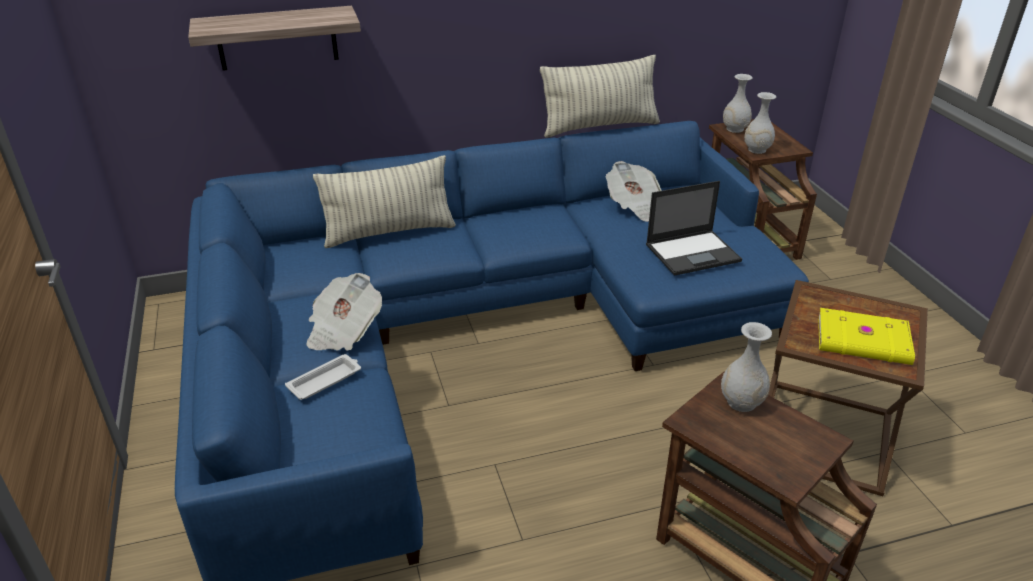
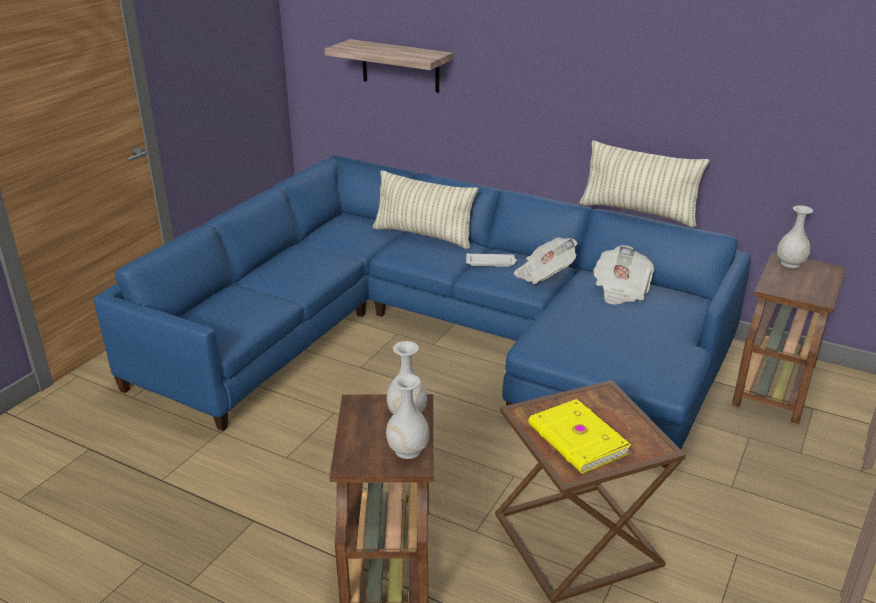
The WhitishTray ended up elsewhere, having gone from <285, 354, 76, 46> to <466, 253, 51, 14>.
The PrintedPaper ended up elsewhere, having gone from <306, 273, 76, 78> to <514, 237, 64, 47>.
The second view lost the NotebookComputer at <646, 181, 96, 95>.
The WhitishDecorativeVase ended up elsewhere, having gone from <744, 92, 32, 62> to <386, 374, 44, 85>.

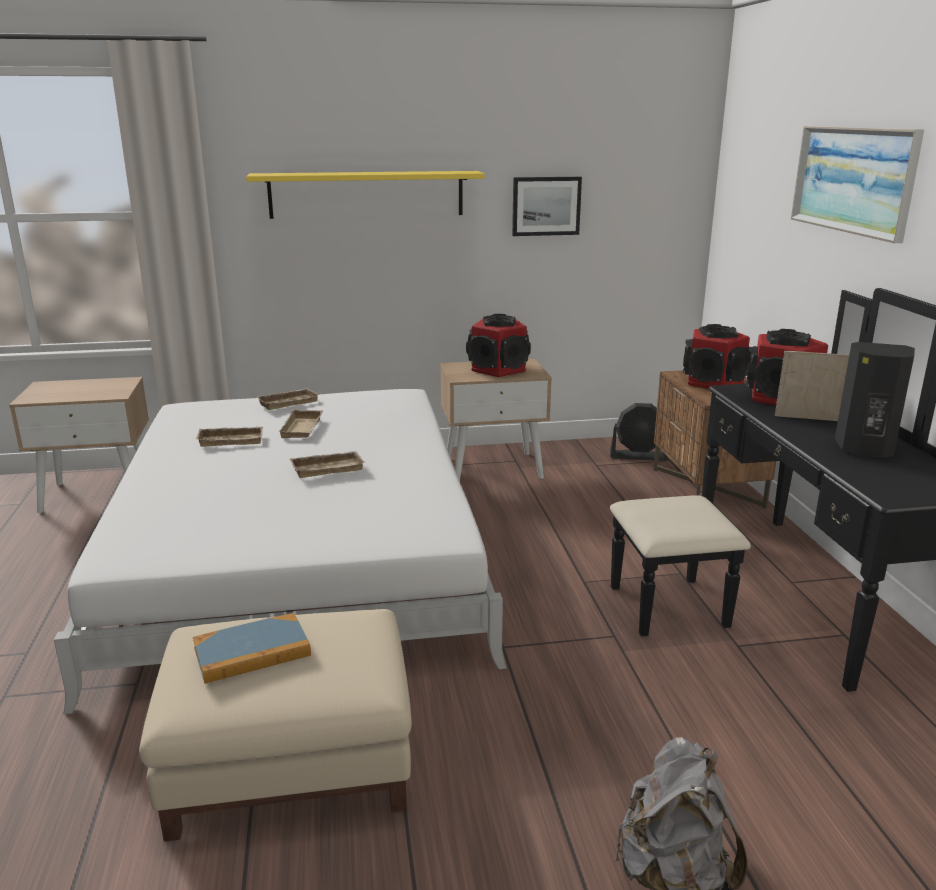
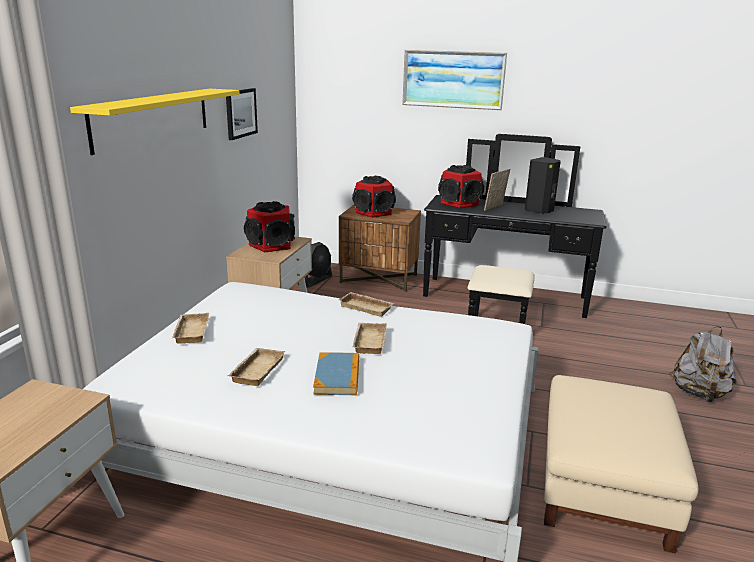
The Book ended up elsewhere, having gone from <193, 613, 118, 71> to <313, 352, 46, 43>.
The SandColouredTray ended up elsewhere, having gone from <278, 409, 45, 29> to <338, 292, 57, 25>.

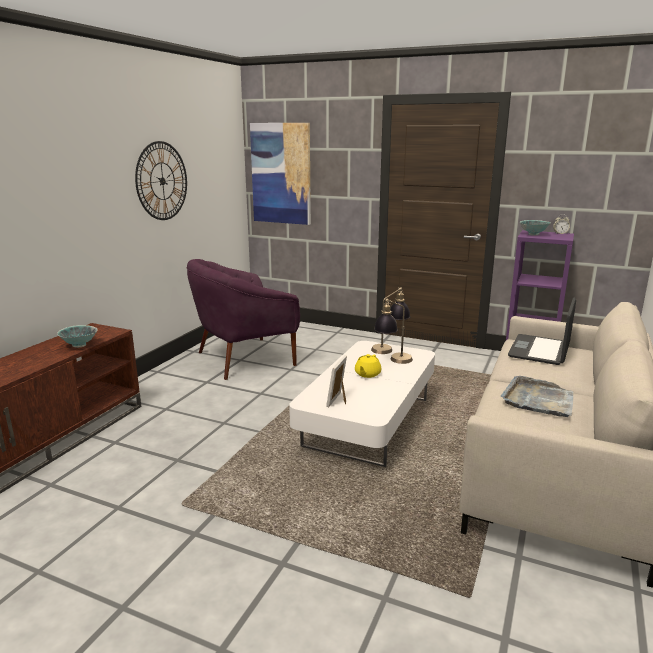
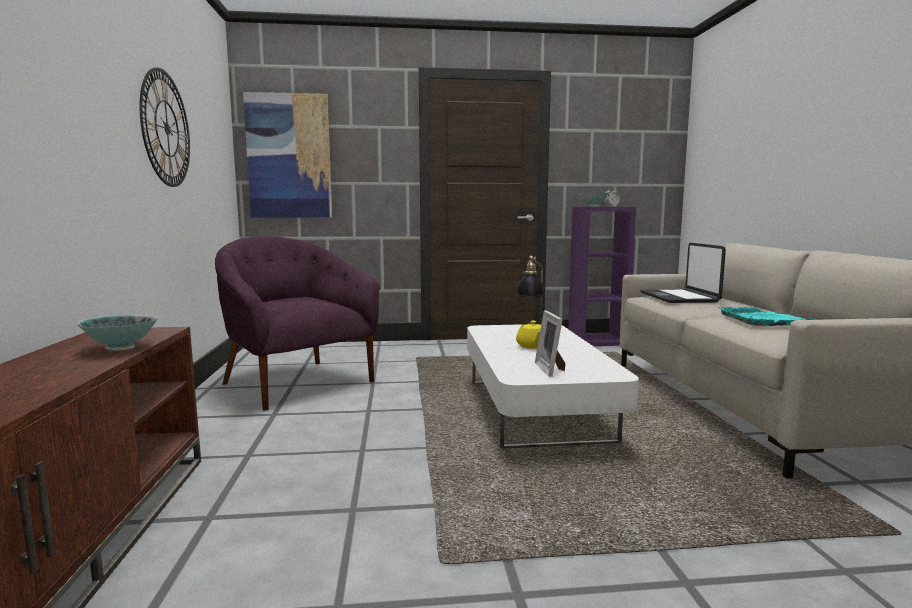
The PurpleColouredEasyChair at <187, 259, 113, 121> ended up facing another way, 105 degrees clockwise from before.
The second view lost the TableLamp at <371, 287, 39, 67>.
What was the GreyishTray at <501, 376, 72, 41> turned into the BlueGreenTray at <718, 307, 108, 19>.

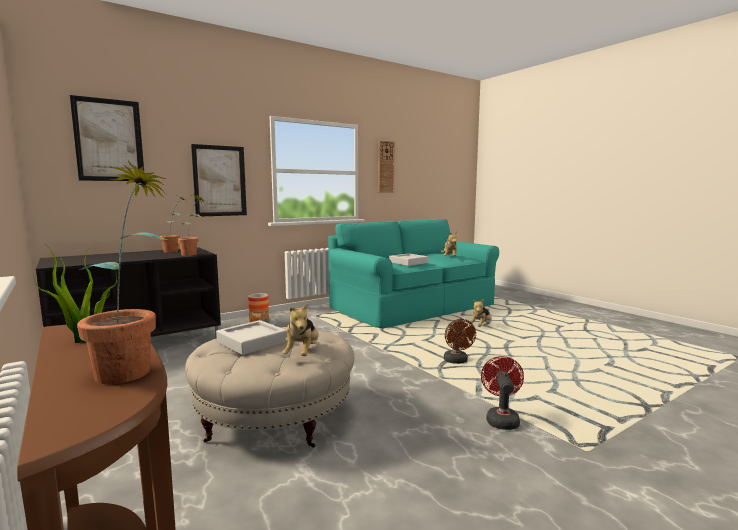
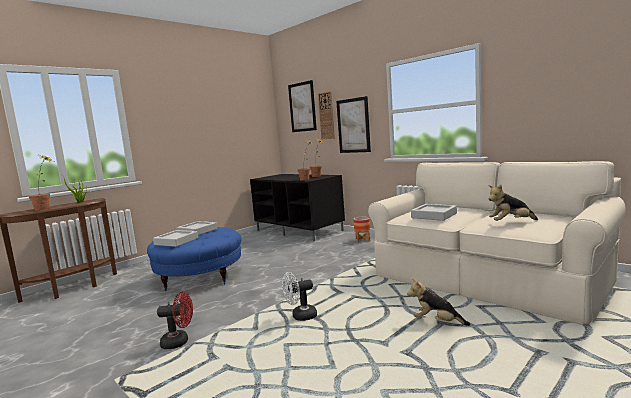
What was the SandColouredPouffe at <185, 327, 169, 121> turned into the BlueColouredPouffe at <147, 227, 95, 64>.
Where the SoftToy stood at <282, 303, 37, 53>, the GreyishTray came to stand at <153, 230, 45, 17>.
What was the BlueGreenSettee at <328, 219, 171, 110> turned into the SandColouredSettee at <368, 161, 258, 164>.
The HangingClock ended up elsewhere, having gone from <379, 141, 16, 51> to <318, 91, 17, 48>.
What was the BrownColouredCoolingFan at <444, 319, 32, 45> turned into the WhitishCoolingFan at <282, 272, 35, 49>.

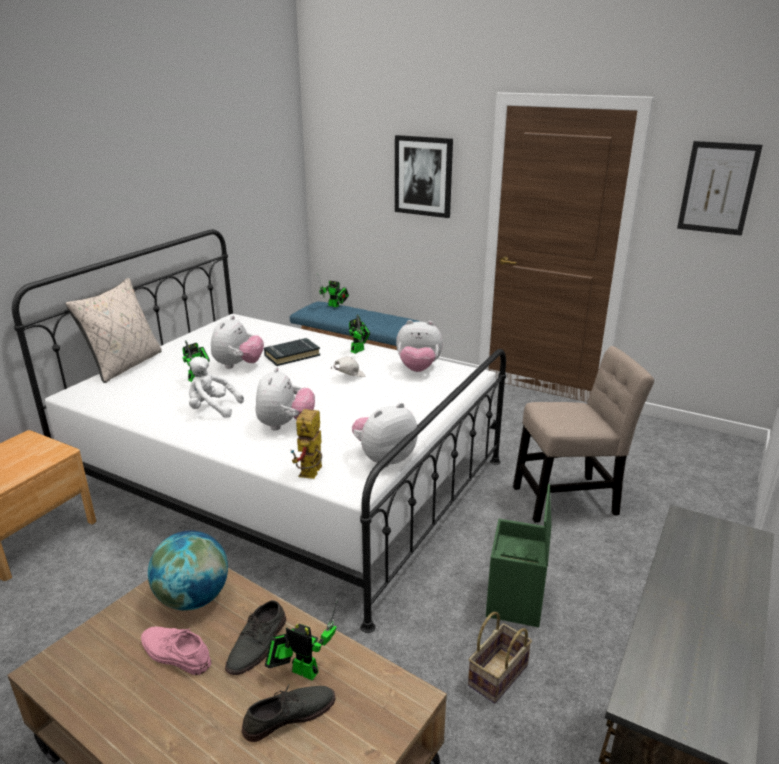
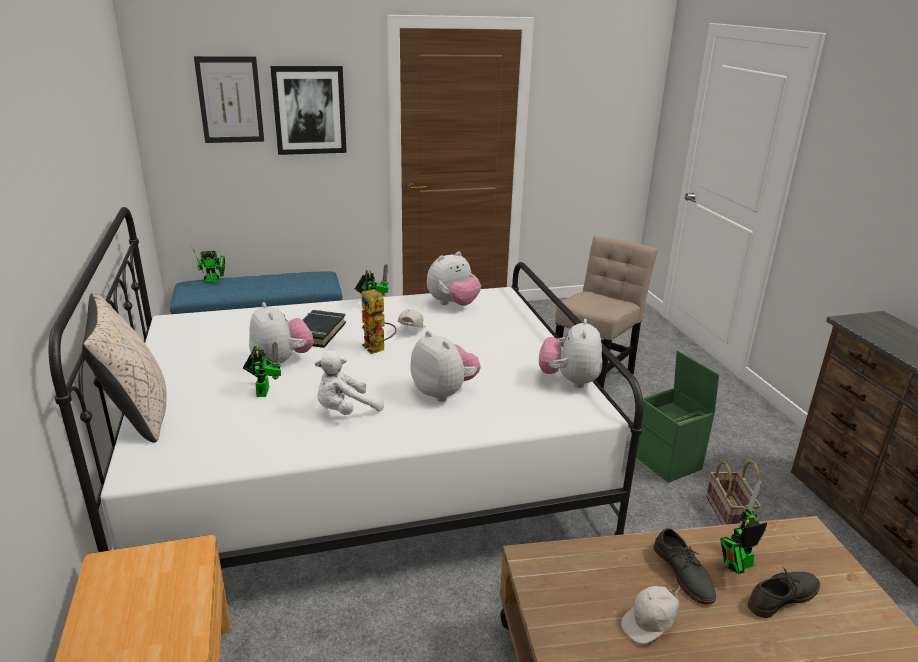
Where the PinkColouredLowShoe stood at <141, 626, 70, 49>, the WhitishPeakedCap came to stand at <621, 585, 59, 59>.
The second view lost the Globe at <148, 530, 80, 81>.
The GreyishLowShoe at <242, 685, 93, 57> ended up facing another way, 45 degrees clockwise from before.
The RobotFigure ended up elsewhere, having gone from <291, 409, 31, 70> to <361, 289, 36, 65>.
The WallPicture ended up elsewhere, having gone from <677, 141, 86, 95> to <194, 56, 70, 87>.

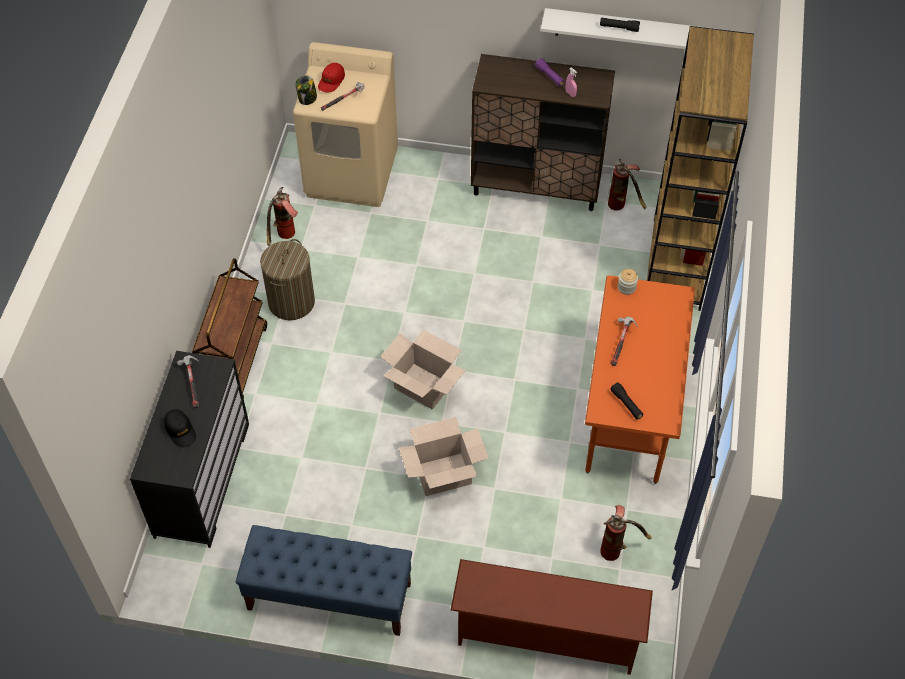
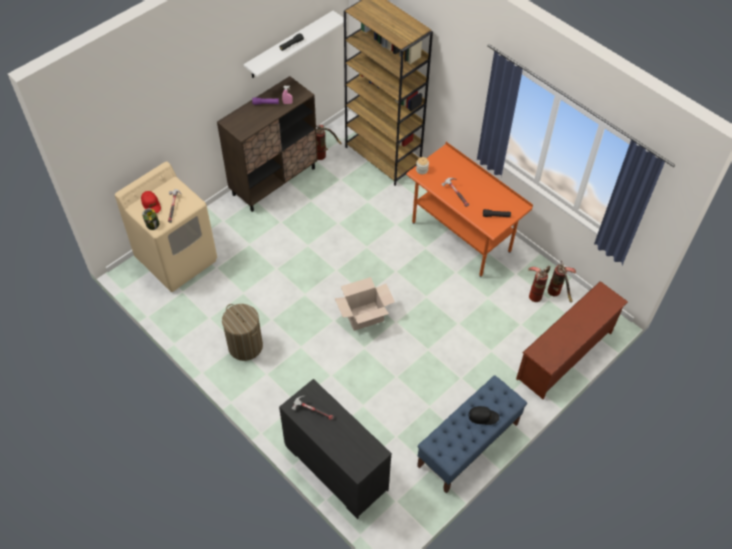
The BlackPeakedCap ended up elsewhere, having gone from <164, 409, 32, 38> to <468, 406, 31, 19>.
The second view lost the BrownColouredWheeledCart at <192, 258, 75, 141>.
The Extinguisher ended up elsewhere, having gone from <267, 187, 31, 59> to <548, 261, 28, 42>.
The second view lost the PackingBox at <398, 417, 91, 79>.

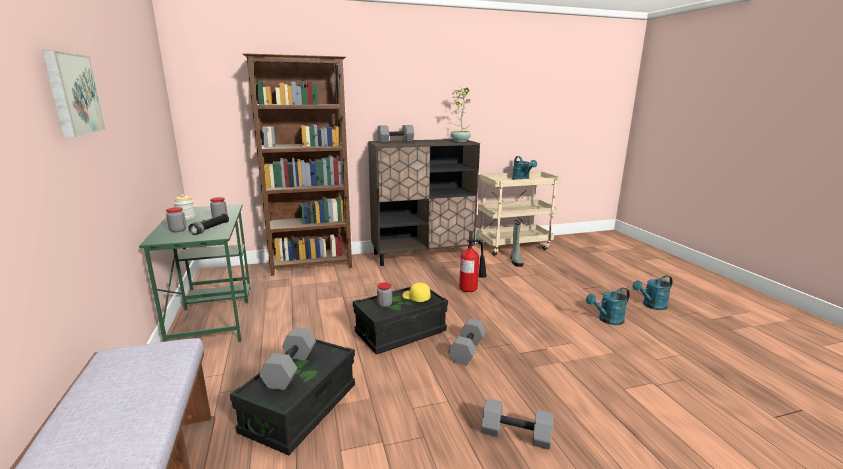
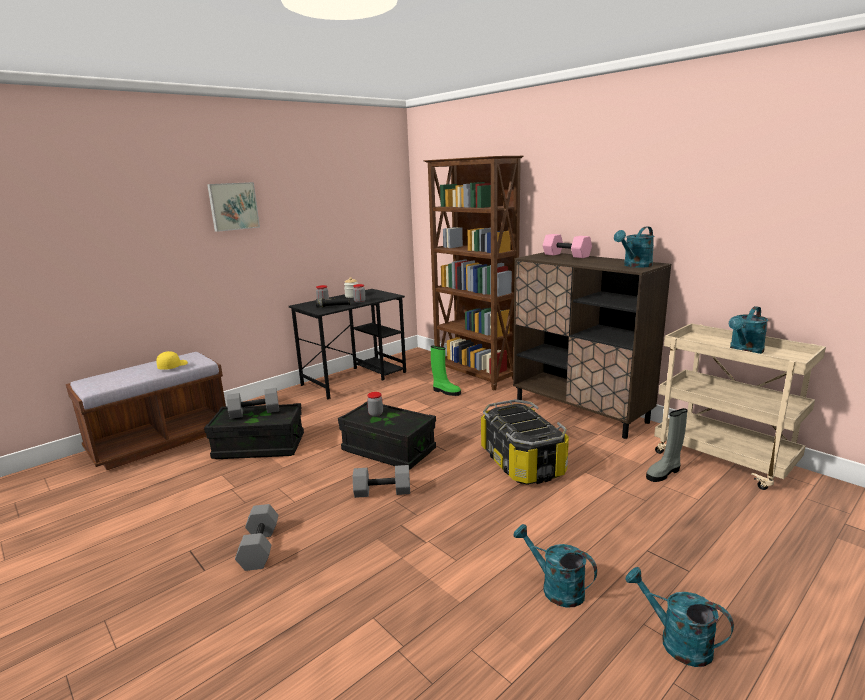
What was the GreenColouredDesk at <139, 204, 111, 138> turned into the BlackDesk at <289, 289, 117, 110>.
What was the GreyishFreeWeight at <377, 125, 37, 17> turned into the PinkColouredFreeWeight at <543, 234, 49, 24>.
The YellowColouredPeakedCap ended up elsewhere, having gone from <403, 283, 27, 19> to <156, 351, 32, 19>.
Where the PlantInAPot stood at <450, 88, 21, 54>, the BlueGreenSprinklingCan came to stand at <614, 226, 40, 42>.
Where the Extinguisher stood at <459, 231, 28, 61>, the StorageBin came to stand at <481, 399, 88, 86>.
The second view gained the GreenColouredBoot at <431, 346, 30, 50>.

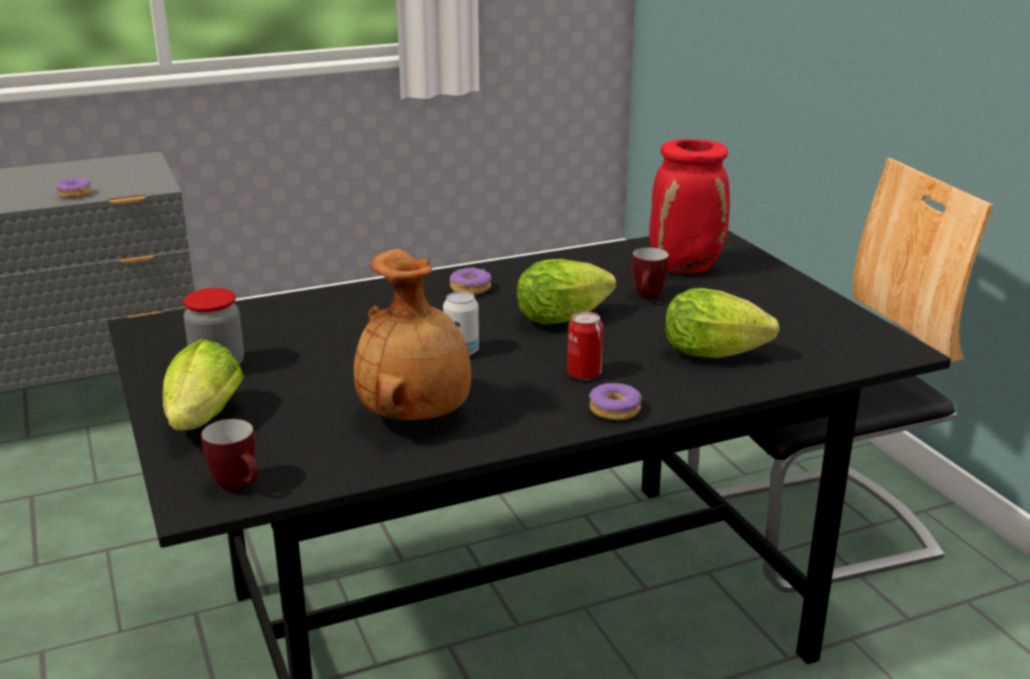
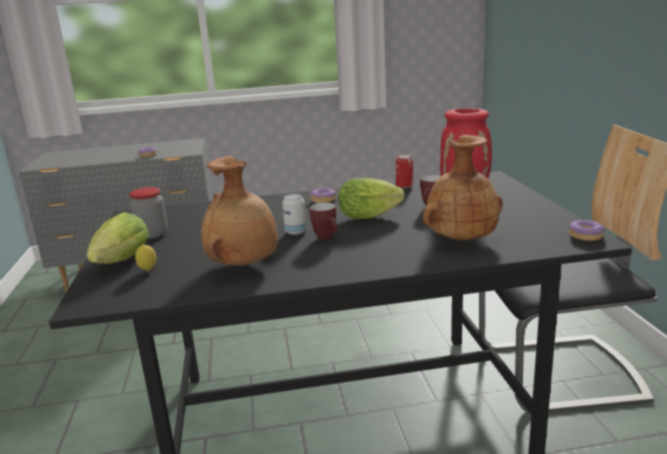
The Mug ended up elsewhere, having gone from <201, 419, 58, 73> to <309, 202, 28, 38>.
The Can ended up elsewhere, having gone from <567, 312, 36, 68> to <396, 154, 17, 34>.
The RingDoughnut ended up elsewhere, having gone from <589, 383, 53, 37> to <569, 220, 36, 21>.
Where the HeadOfLettuce stood at <665, 288, 114, 70>, the BrownColouredDecorativeVase came to stand at <423, 135, 80, 106>.
The second view gained the Lemon at <135, 244, 21, 27>.

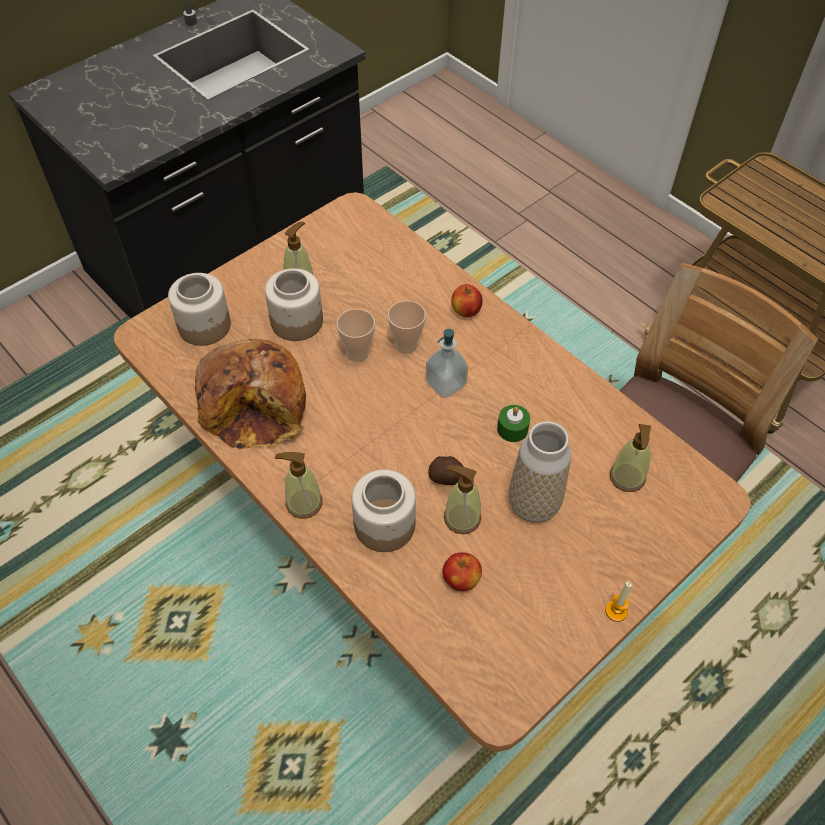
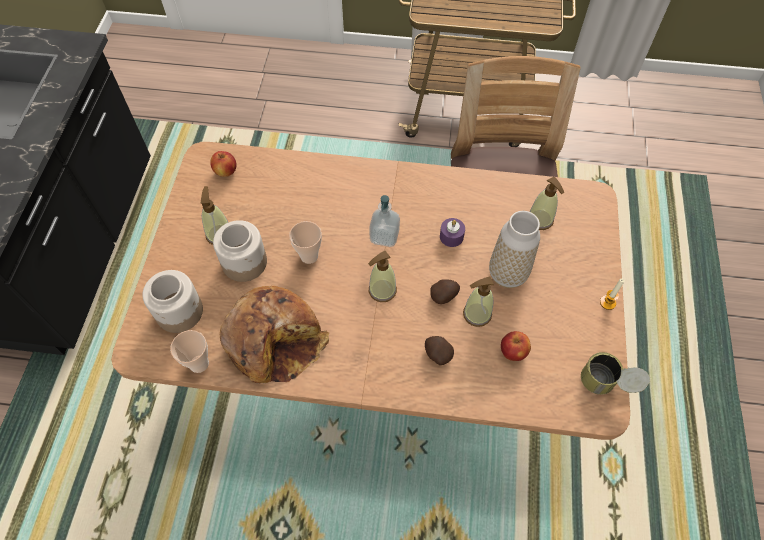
The SoapBottle ended up elsewhere, having gone from <275, 452, 47, 67> to <368, 251, 29, 51>.
Where the PreserveJar stood at <352, 470, 64, 82>, the Potato came to stand at <425, 336, 29, 29>.
The Cup ended up elsewhere, having gone from <388, 301, 38, 53> to <170, 330, 39, 43>.
The WholeApple ended up elsewhere, having gone from <451, 284, 32, 33> to <210, 151, 27, 26>.
What was the GreenColouredCandle at <497, 405, 33, 37> turned into the PurpleColouredCandle at <440, 218, 25, 29>.
The second view gained the Can at <581, 352, 69, 43>.

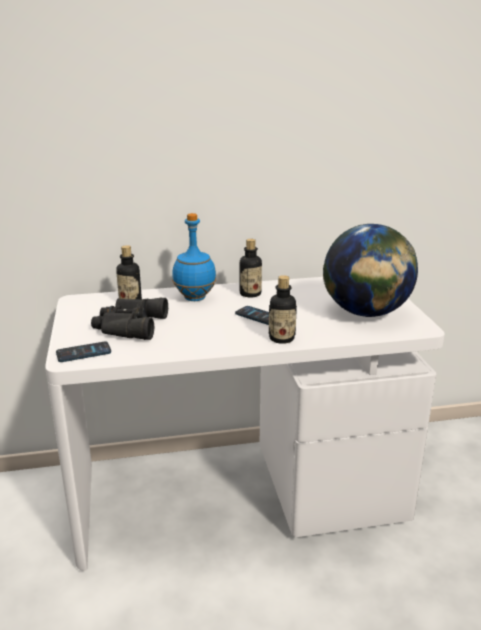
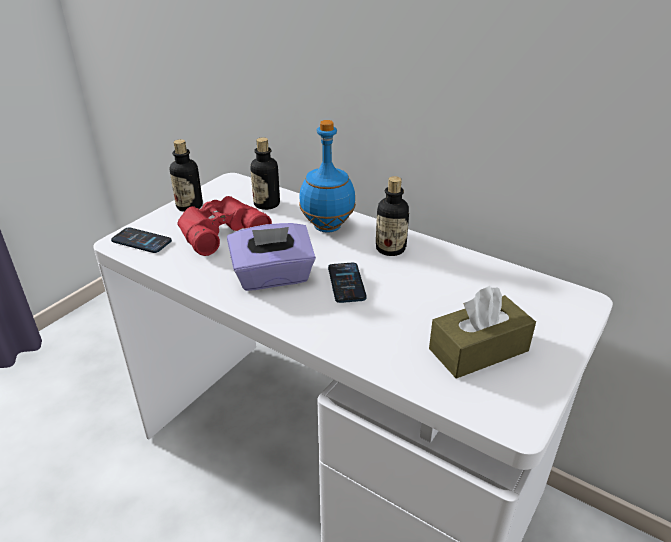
What was the BlackPairOfBinoculars at <91, 298, 77, 42> turned into the RedPairOfBinoculars at <178, 196, 94, 60>.
The BeverageBottle ended up elsewhere, having gone from <269, 275, 28, 69> to <170, 139, 33, 73>.
Where the Globe stood at <323, 224, 95, 93>, the BrownColouredTissueBox came to stand at <429, 286, 107, 92>.
The second view gained the PurpleColouredTissueBox at <227, 223, 89, 68>.

